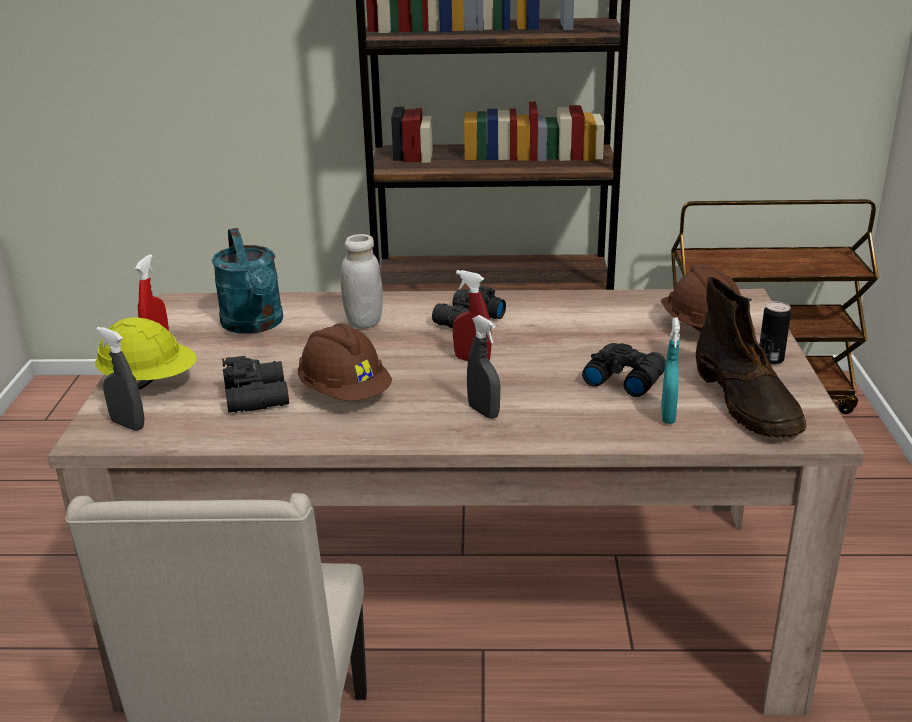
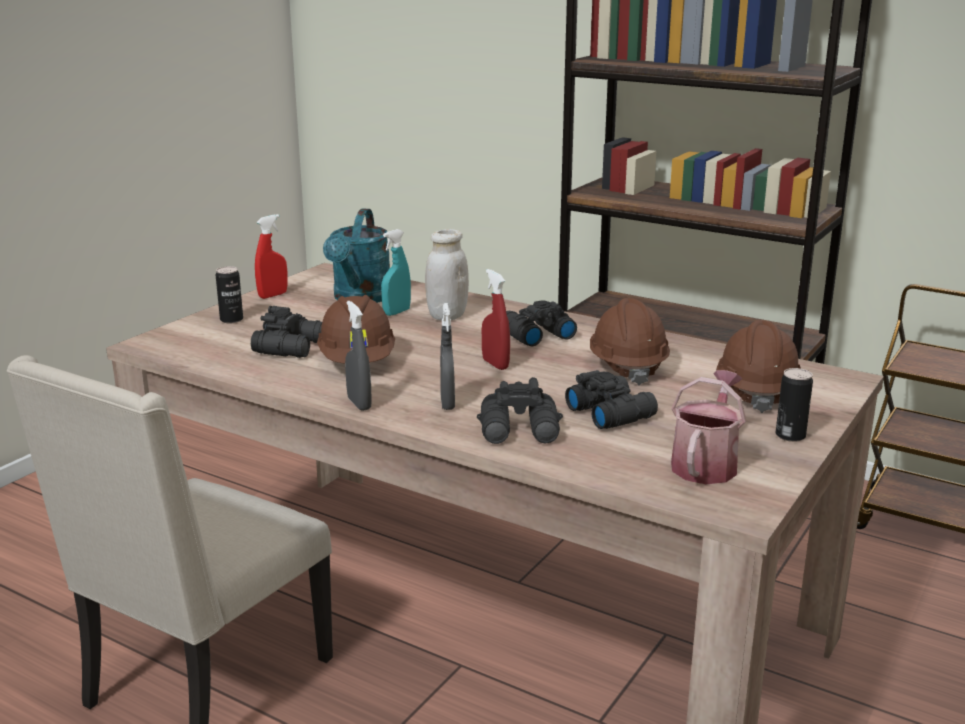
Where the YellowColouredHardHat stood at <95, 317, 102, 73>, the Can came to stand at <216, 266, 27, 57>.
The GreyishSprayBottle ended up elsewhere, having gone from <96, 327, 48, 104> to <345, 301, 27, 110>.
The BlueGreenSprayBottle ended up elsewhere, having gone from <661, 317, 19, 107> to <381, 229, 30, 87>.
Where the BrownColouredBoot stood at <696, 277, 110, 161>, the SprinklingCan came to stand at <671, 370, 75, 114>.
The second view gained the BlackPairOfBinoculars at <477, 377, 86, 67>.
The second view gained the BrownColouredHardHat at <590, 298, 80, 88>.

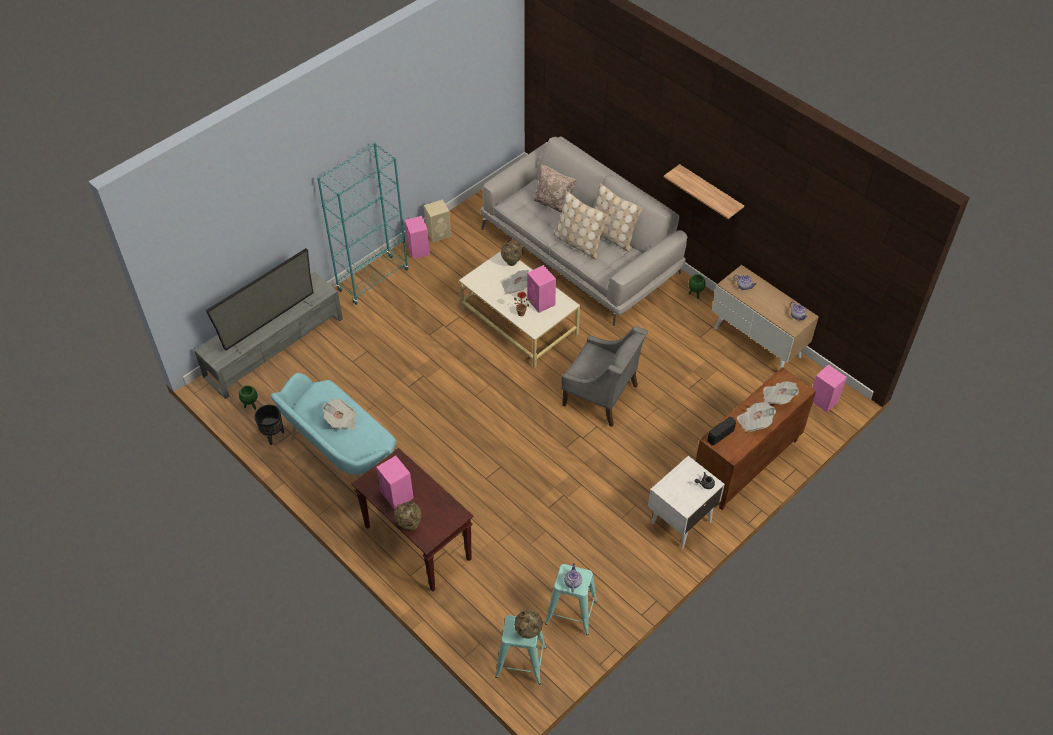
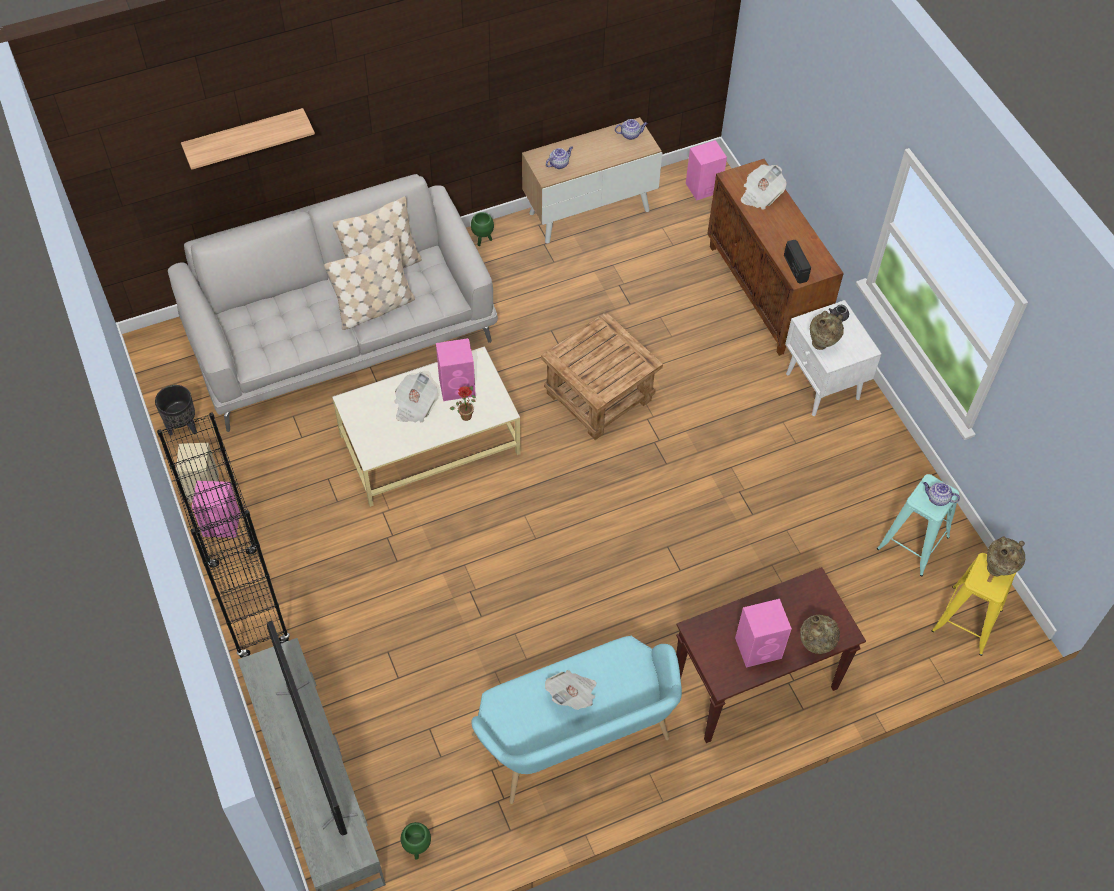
The BlackPlantPot ended up elsewhere, having gone from <254, 405, 30, 40> to <155, 385, 42, 51>.
What was the BlueGreenBookshelf at <317, 143, 92, 162> turned into the BlackBookshelf at <157, 413, 133, 245>.
What was the BlueGreenStoolSeat at <495, 615, 52, 69> turned into the YellowColouredStoolSeat at <932, 553, 84, 103>.
The SandColouredDecorativeVase ended up elsewhere, having gone from <501, 240, 22, 26> to <810, 311, 34, 39>.
The second view lost the SandColouredThrowPillow at <534, 165, 42, 48>.
Where the GreyishEasyChair stood at <562, 326, 86, 101>, the BrownColouredAccentTable came to stand at <541, 312, 122, 128>.
The Shelf ended up elsewhere, having gone from <664, 164, 80, 55> to <181, 108, 134, 62>.
The second view lost the PrintedPaper at <737, 402, 39, 30>.

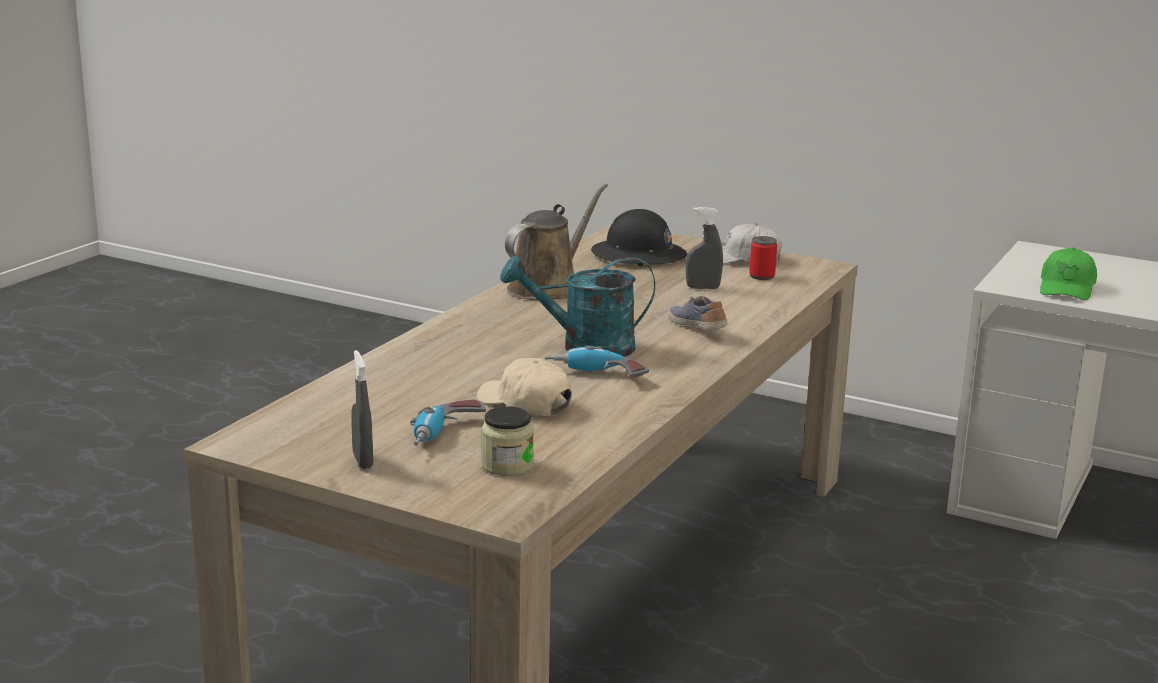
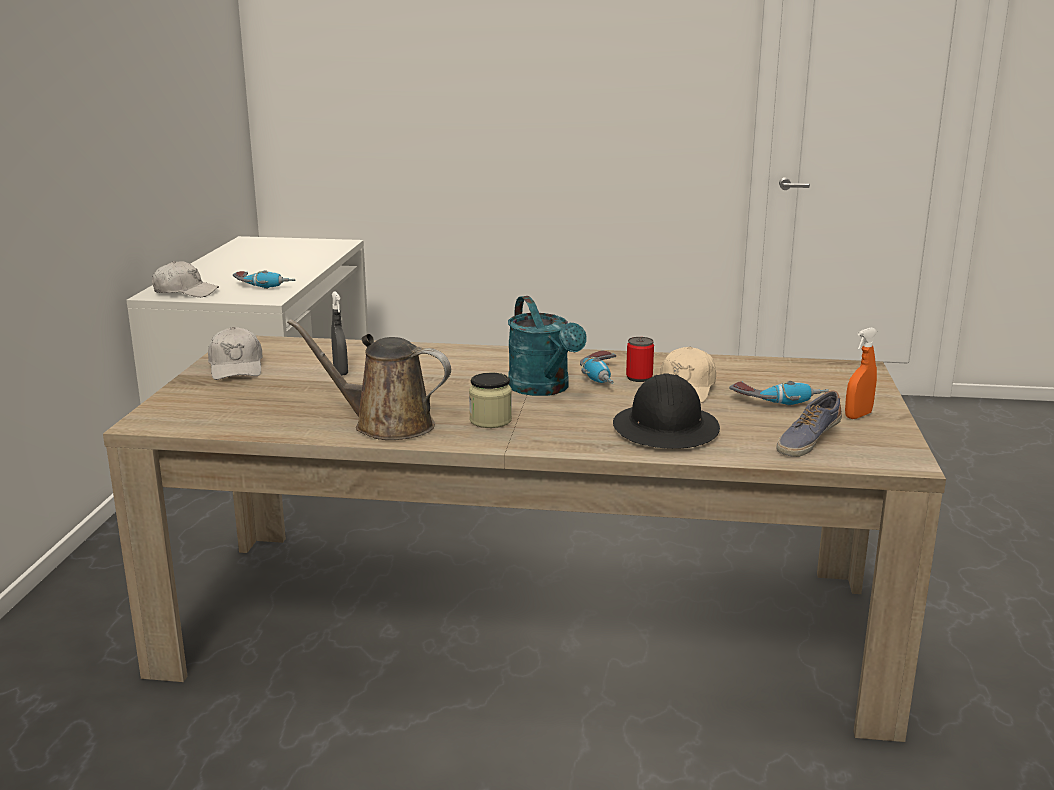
What was the GreyishSprayBottle at <351, 350, 22, 119> turned into the OrangeColouredSprayBottle at <845, 327, 32, 92>.
The PreserveJar ended up elsewhere, having gone from <481, 406, 53, 70> to <469, 373, 43, 55>.
The BlackHardHat ended up elsewhere, having gone from <591, 209, 96, 57> to <613, 373, 107, 76>.
The LowShoe ended up elsewhere, having gone from <668, 296, 60, 34> to <777, 390, 65, 67>.
The Can ended up elsewhere, having gone from <749, 236, 28, 44> to <626, 337, 28, 45>.
Where the GreenColouredPeakedCap stood at <1040, 248, 57, 52>, the ElectricDrill came to stand at <233, 270, 62, 19>.
The second view gained the WhitishPeakedCap at <152, 261, 67, 36>.

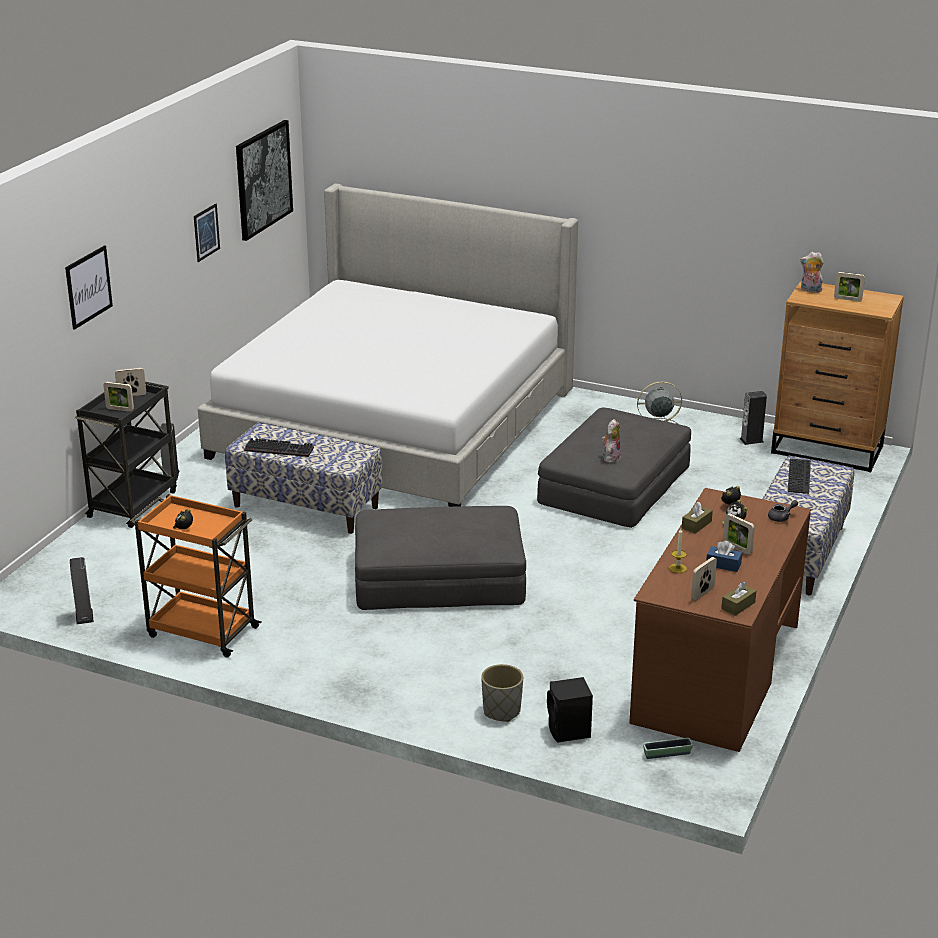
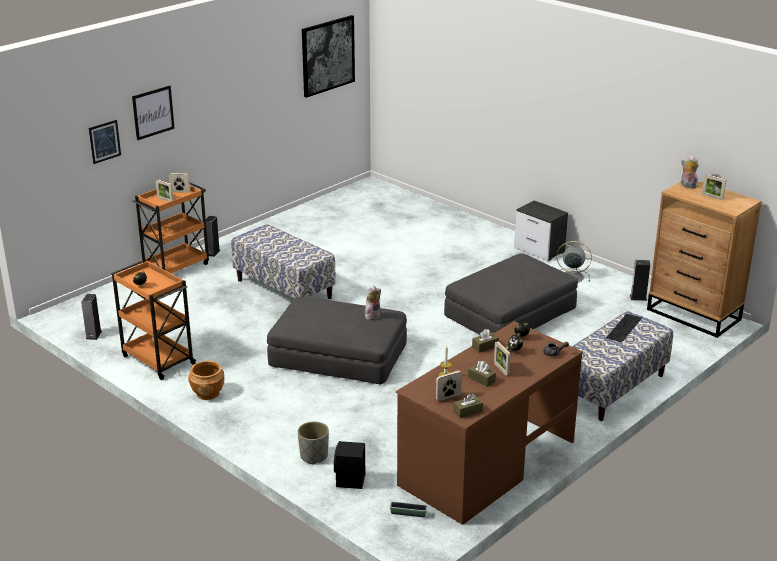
What was the BlackWheeledCart at <75, 382, 102, 146> turned into the OrangeColouredWheeledCart at <132, 183, 77, 90>.
The WallPicture ended up elsewhere, having gone from <194, 203, 26, 59> to <89, 120, 32, 44>.
The second view lost the Bed at <198, 184, 380, 323>.
The second view lost the ComputerKeyboard at <244, 438, 70, 19>.
The SoftToy ended up elsewhere, having gone from <602, 419, 19, 44> to <365, 286, 16, 34>.
What was the BlueColouredTissueBox at <706, 541, 36, 31> turned into the BrownColouredTissueBox at <468, 361, 28, 26>.
The second view gained the BrownColouredPlantPot at <188, 361, 36, 39>.
The second view gained the NightTable at <514, 201, 54, 60>.

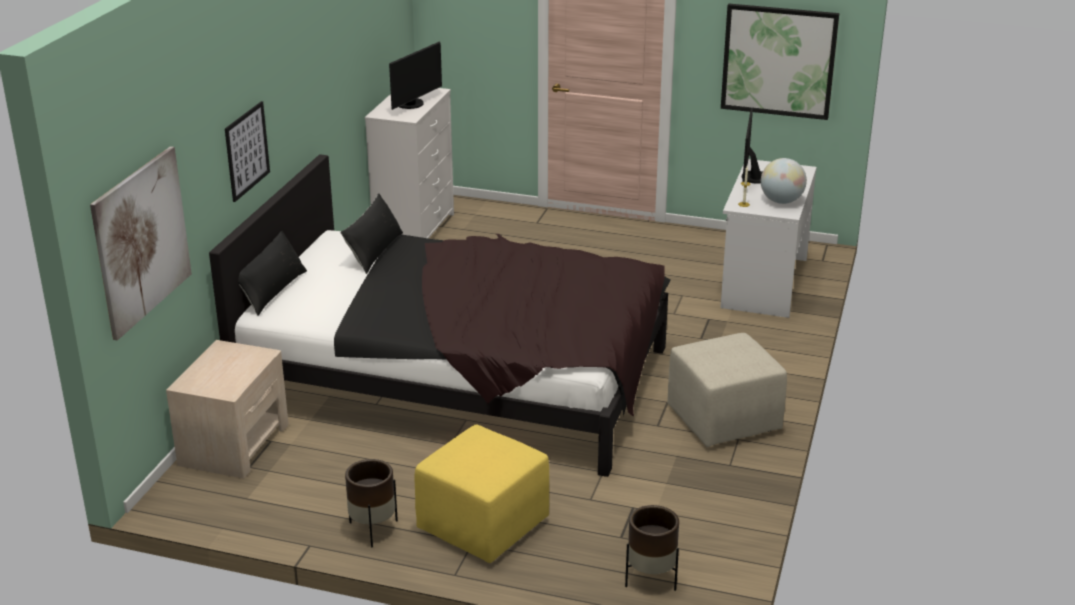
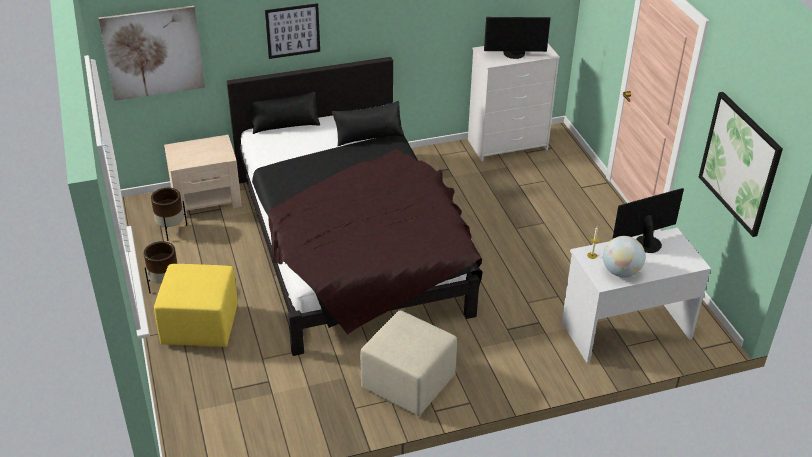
The BrownColouredPlantPot ended up elsewhere, having gone from <625, 505, 54, 86> to <151, 188, 36, 53>.

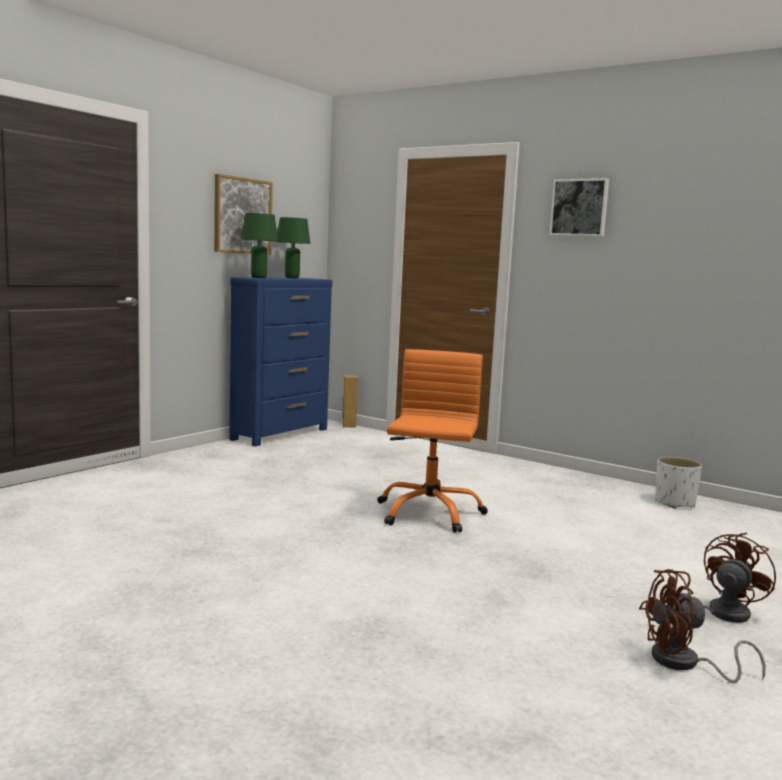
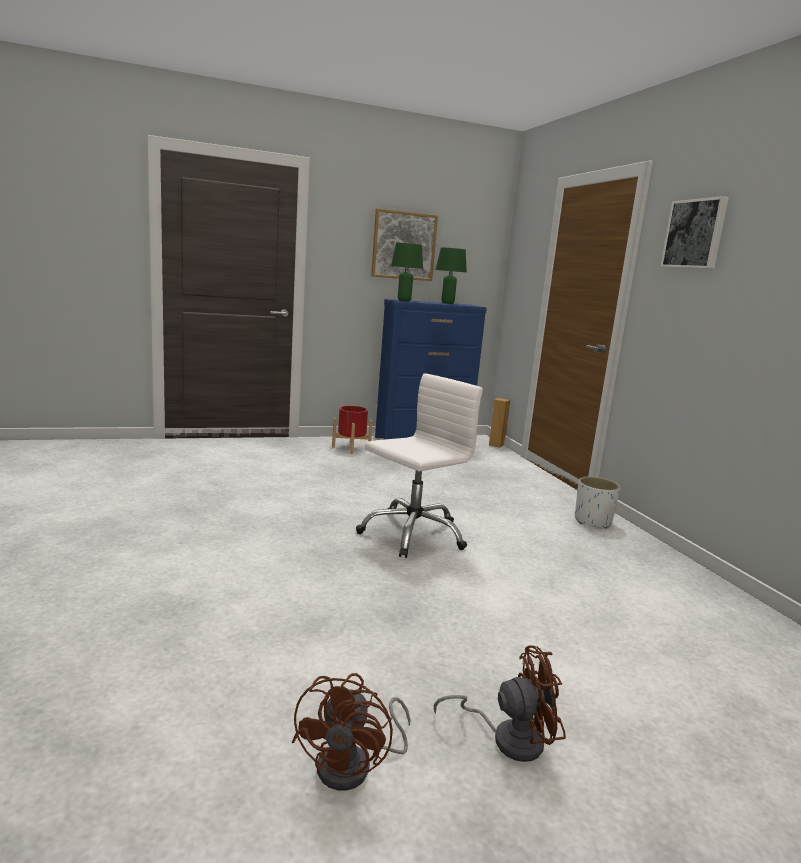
What was the OrangeColouredOfficeChair at <377, 349, 111, 184> turned into the WhitishOfficeChair at <356, 373, 127, 185>.
The BrownColouredCoolingFan at <639, 569, 127, 114> ended up facing another way, 105 degrees counterclockwise from before.
The WhitishPlantPot ended up elsewhere, having gone from <655, 457, 47, 52> to <575, 477, 45, 51>.
The second view gained the RedPlantPot at <332, 406, 41, 48>.

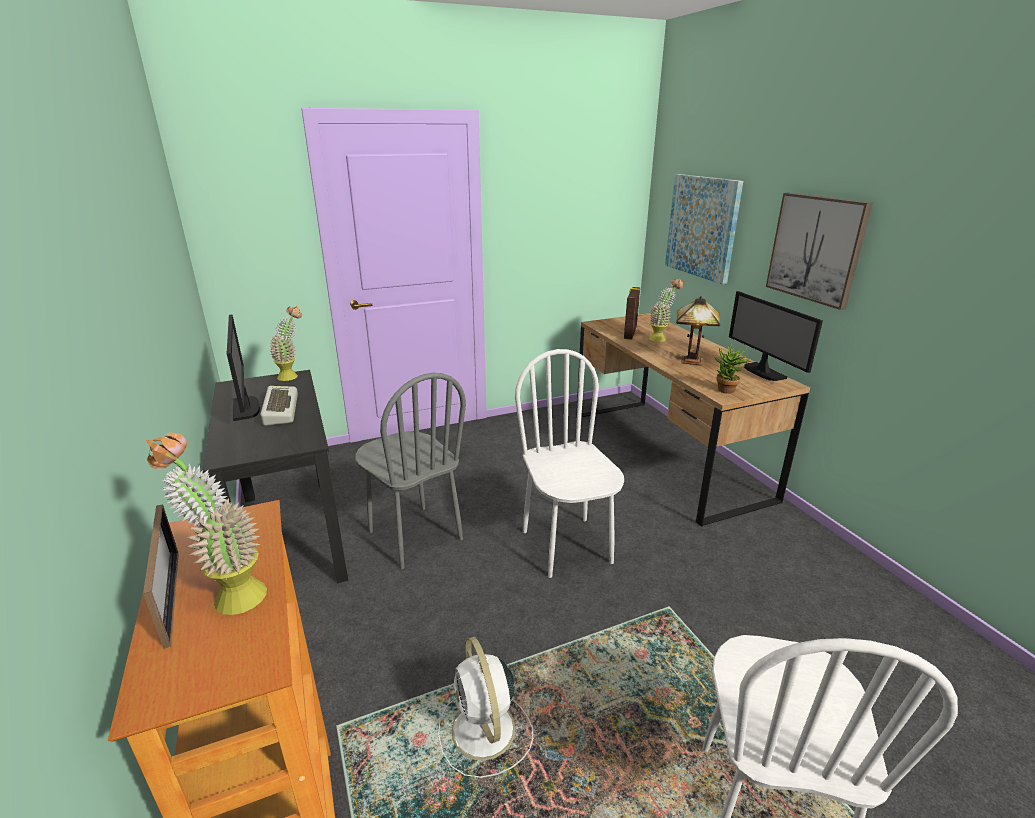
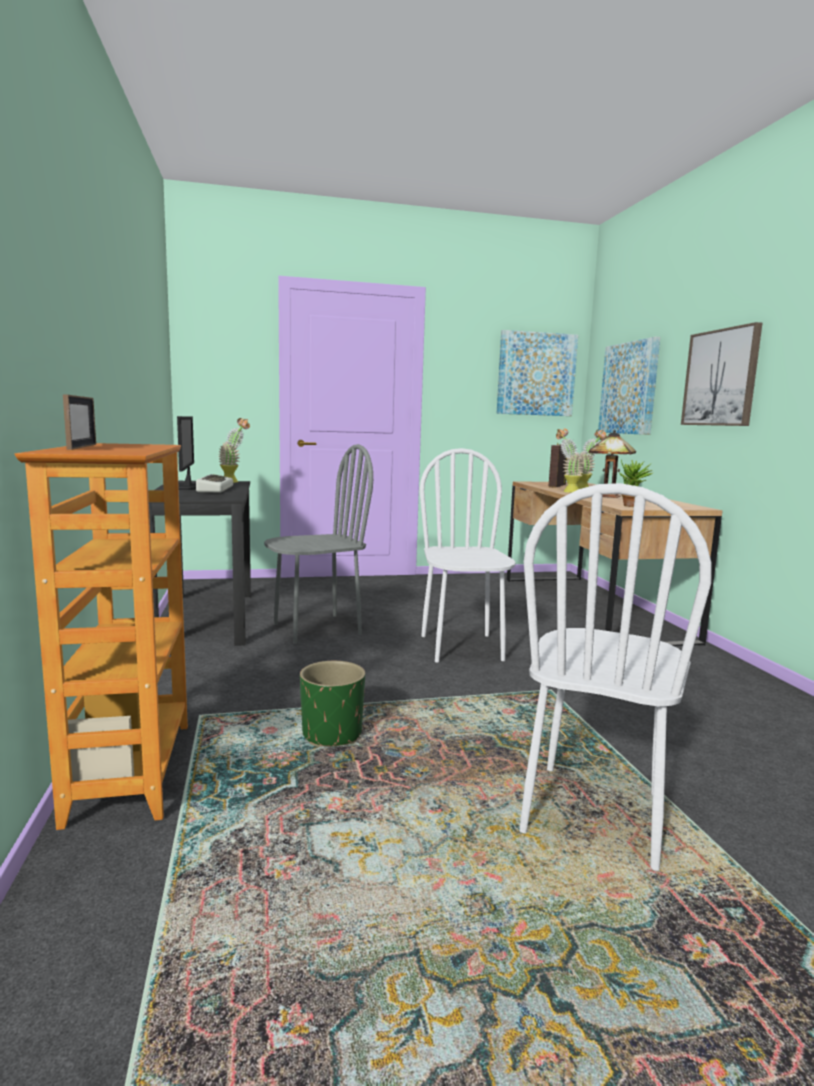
The PlantInAPot ended up elsewhere, having gone from <146, 433, 121, 182> to <556, 428, 29, 65>.
The GreyishChair at <355, 373, 111, 196> ended up facing another way, 90 degrees counterclockwise from before.
Where the WhitishCoolingFan stood at <438, 637, 95, 141>, the GreenColouredPlantPot came to stand at <300, 661, 65, 85>.
The second view lost the ComputerScreen at <729, 291, 94, 90>.
The second view gained the WallPicture at <497, 330, 81, 86>.

